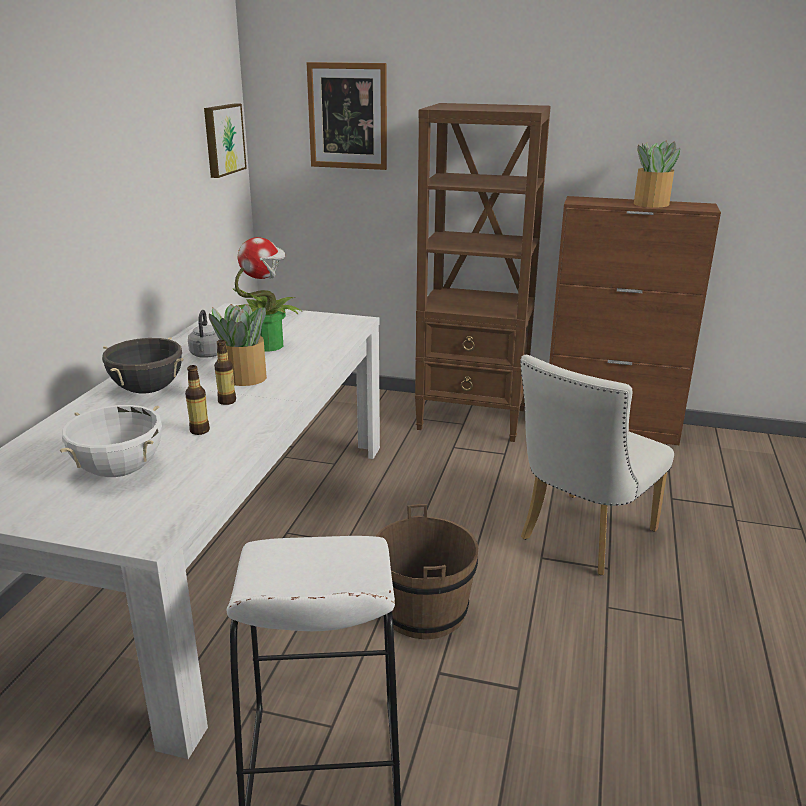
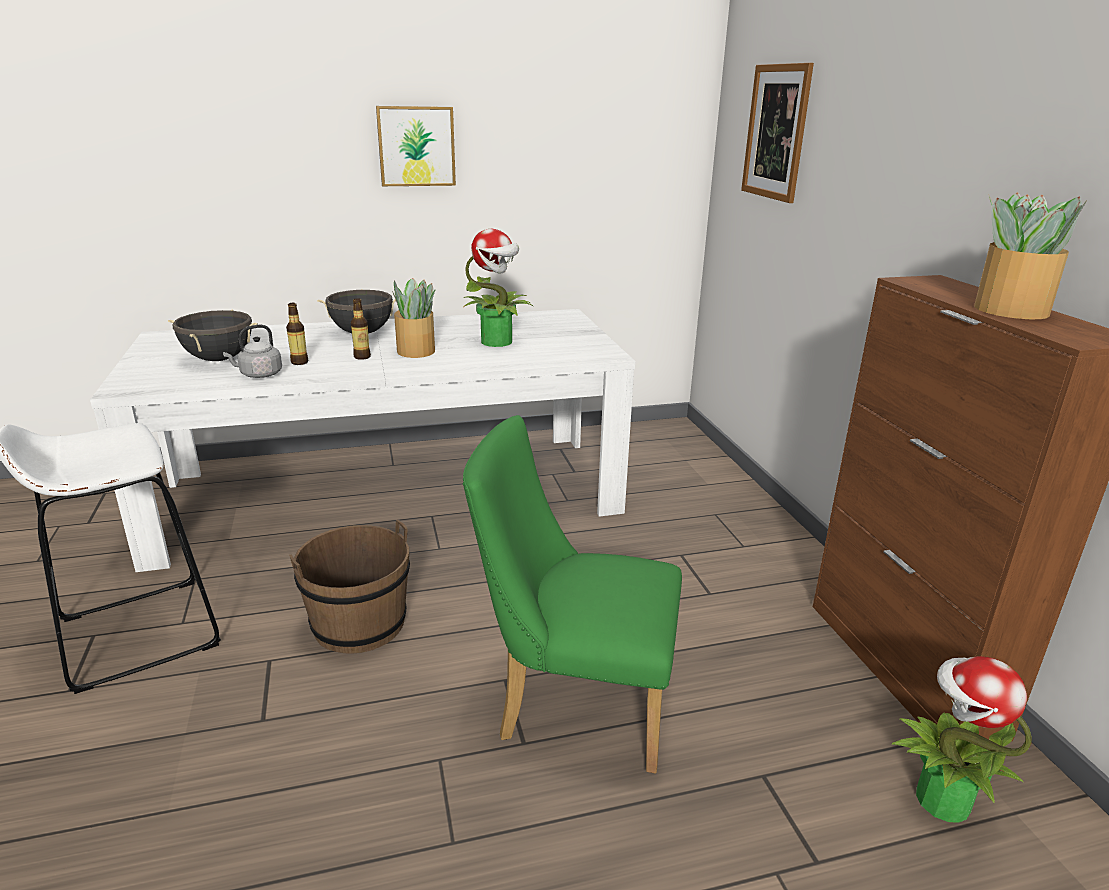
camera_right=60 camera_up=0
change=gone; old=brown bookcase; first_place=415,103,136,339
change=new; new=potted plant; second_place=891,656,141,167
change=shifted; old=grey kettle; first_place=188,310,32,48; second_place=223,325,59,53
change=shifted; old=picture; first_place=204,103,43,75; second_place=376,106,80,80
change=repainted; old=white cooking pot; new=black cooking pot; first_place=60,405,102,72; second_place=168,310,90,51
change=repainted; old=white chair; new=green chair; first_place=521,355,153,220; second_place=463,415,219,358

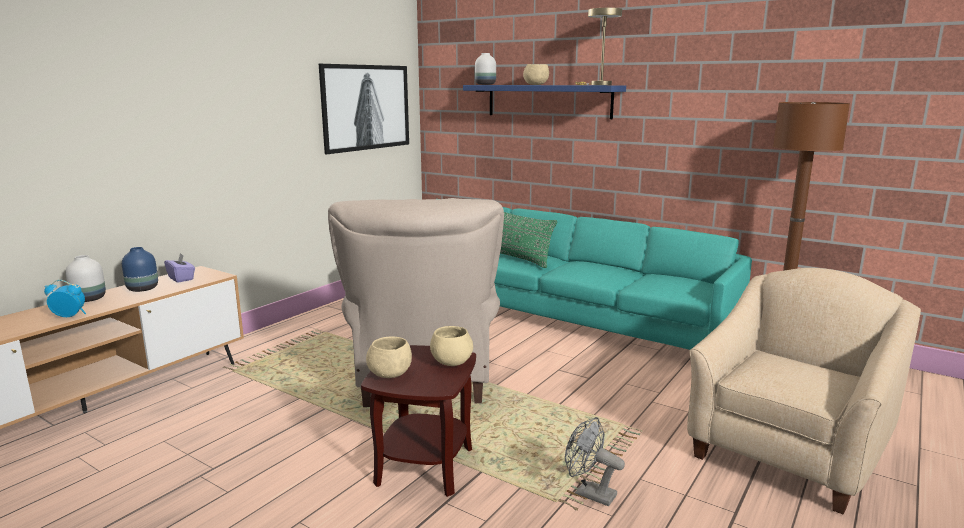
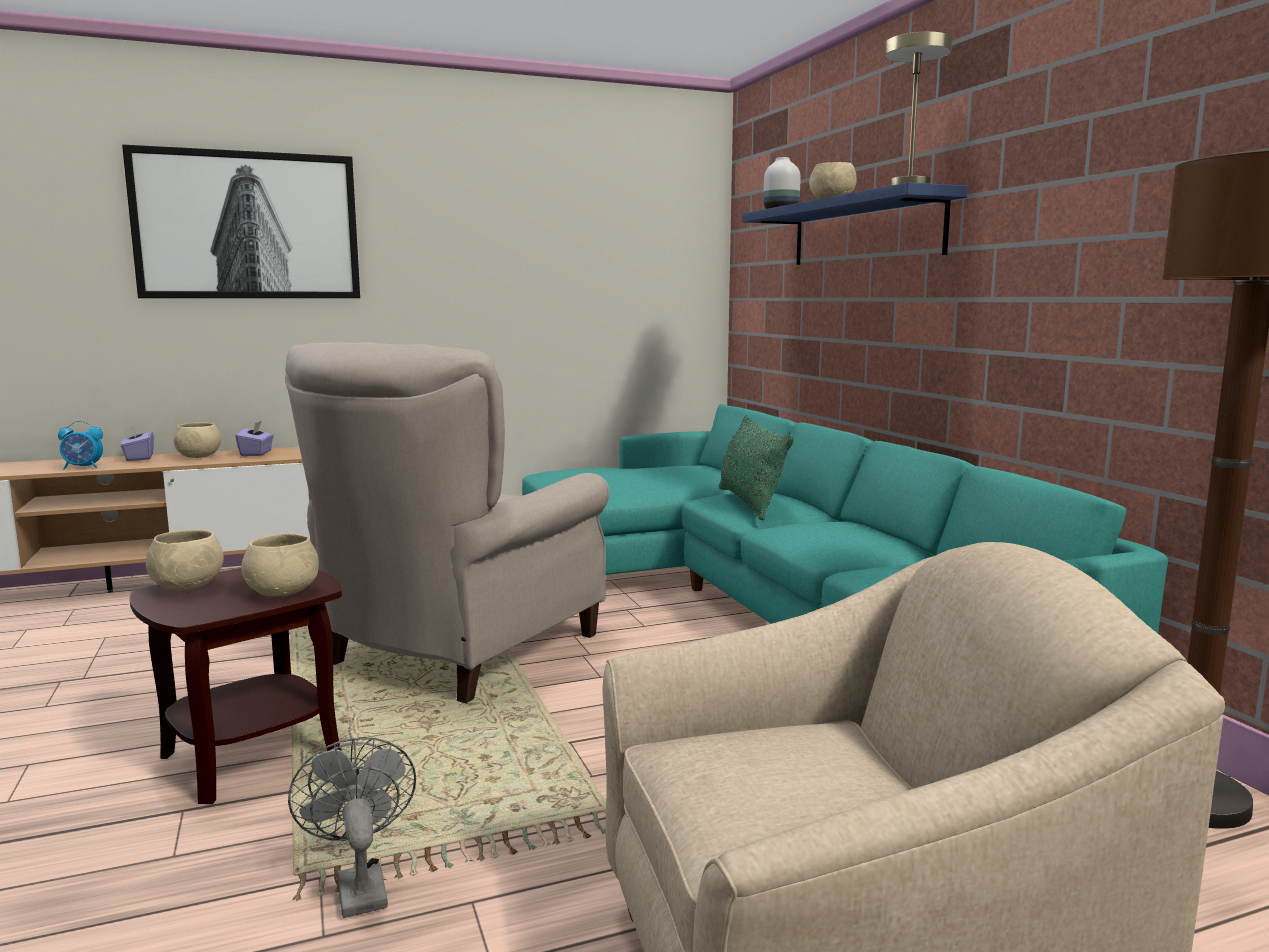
camera_right=35 camera_up=-5
change=shifted; old=picture; first_place=319,64,90,90; second_place=122,144,238,154
change=swapped; old=white vase; new=purple tissue box; first_place=66,255,40,47; second_place=120,424,34,37
change=swapped; old=blue vase; new=beige bowl; first_place=122,247,36,45; second_place=174,422,48,36
change=rotated; old=alarm clock; first_place=44,280,42,37; second_place=58,420,45,50; degrees=135

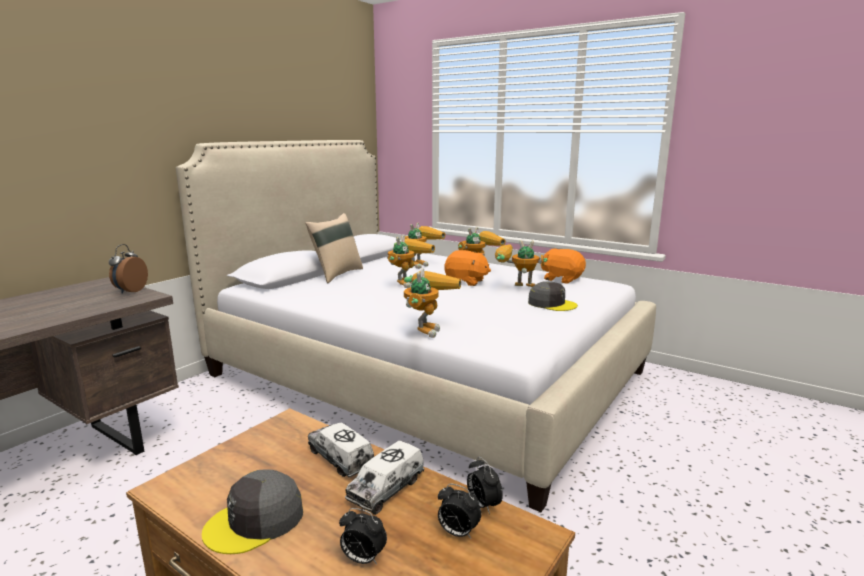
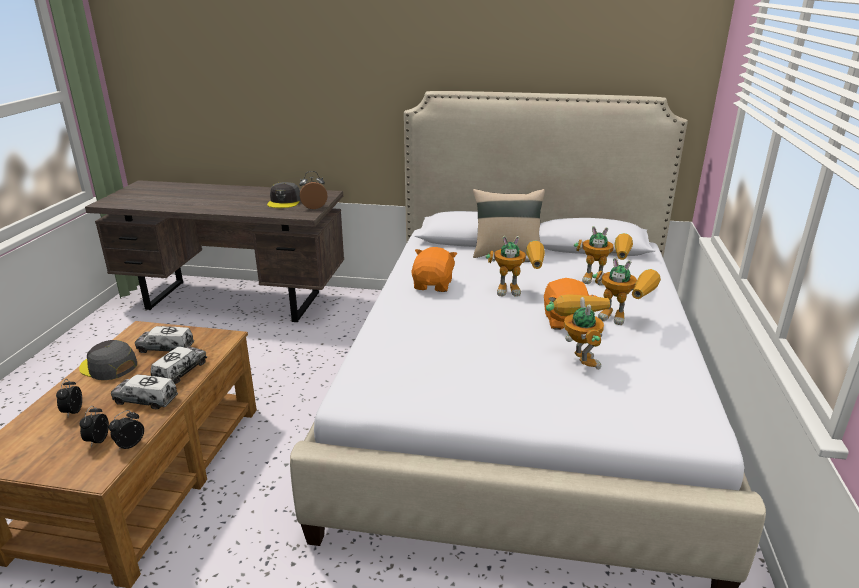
camera_right=65 camera_up=10
change=gone; old=toy robot; first_place=404,268,57,70
change=new; new=toy truck; second_place=135,326,59,27
change=shifted; old=grey cap; first_place=528,281,50,30; second_place=267,182,34,26
change=shifted; old=orange plush toy; first_place=541,249,45,35; second_place=411,247,46,45

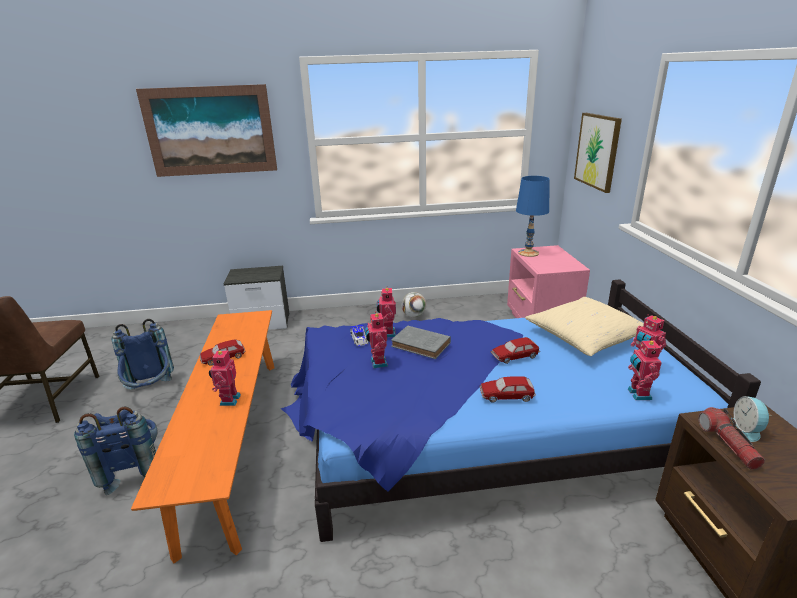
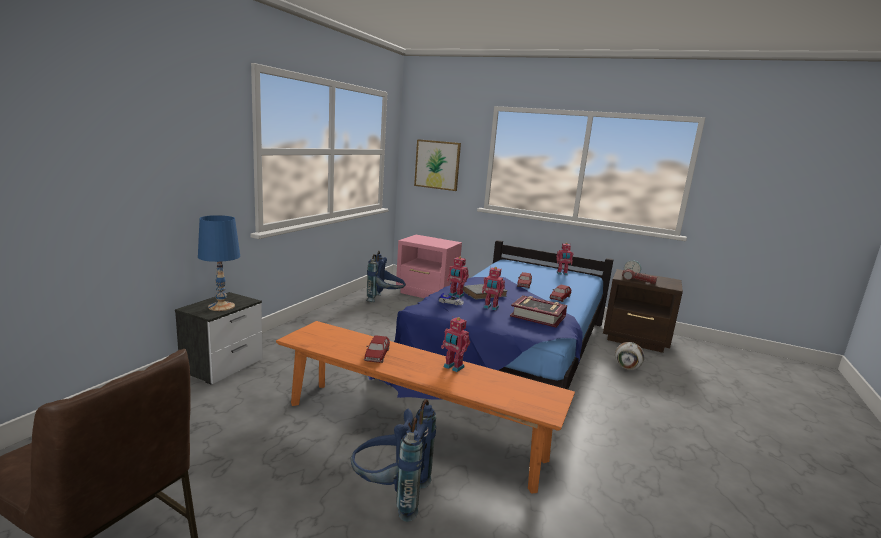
camera_right=-60 camera_up=-10
change=gone; old=picture; first_place=136,84,141,93
change=gone; old=beige pillow; first_place=525,297,119,59
change=gone; old=toy robot; first_place=628,338,34,62
change=new; new=book; second_place=510,295,57,33
change=shifted; old=blue backpack; first_place=111,319,63,71; second_place=366,250,40,52
change=shifted; old=football; first_place=401,292,26,25; second_place=615,342,30,28
change=shifted; old=blue table lamp; first_place=516,176,34,81; second_place=198,215,42,96

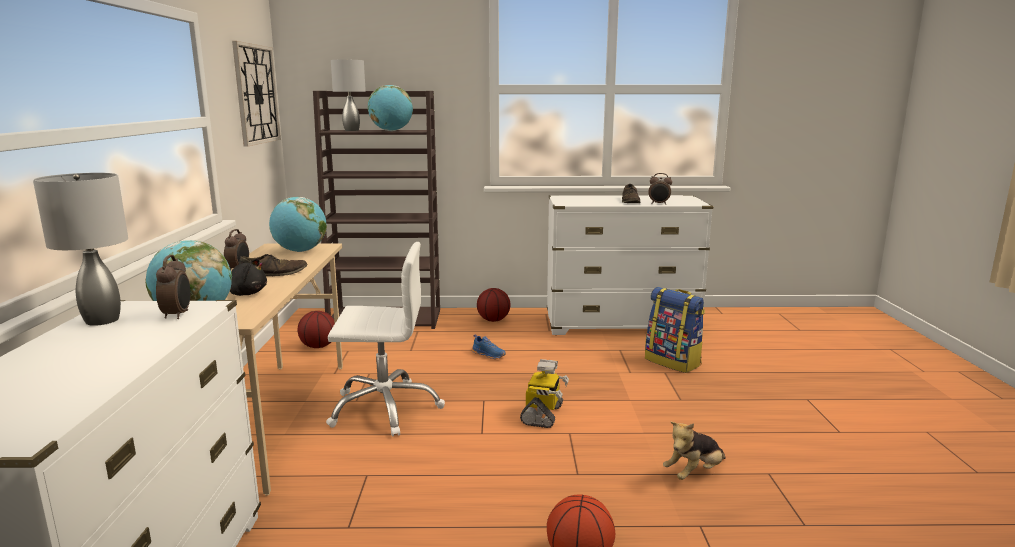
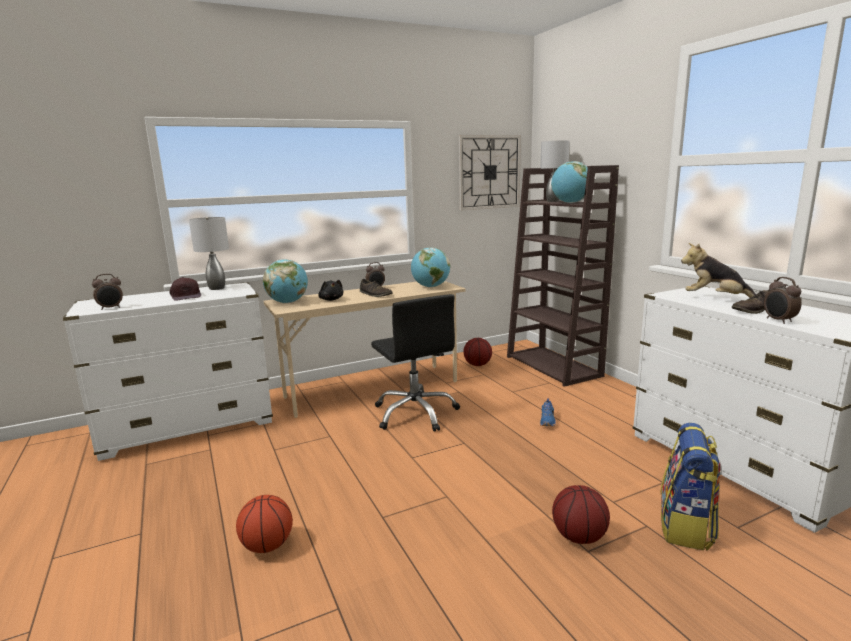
camera_right=65 camera_up=0
change=gone; old=toy robot; first_place=520,359,49,69
change=new; new=brown cap; second_place=169,277,32,24
change=shifted; old=alarm clock; first_place=156,255,35,64; second_place=92,274,31,36
change=shifted; old=basketball; first_place=477,288,33,34; second_place=552,485,58,59
change=shifted; old=plush toy; first_place=663,422,63,58; second_place=681,243,75,55
change=repainted; old=white office chair; new=black office chair; first_place=326,242,119,195; second_place=371,294,89,138

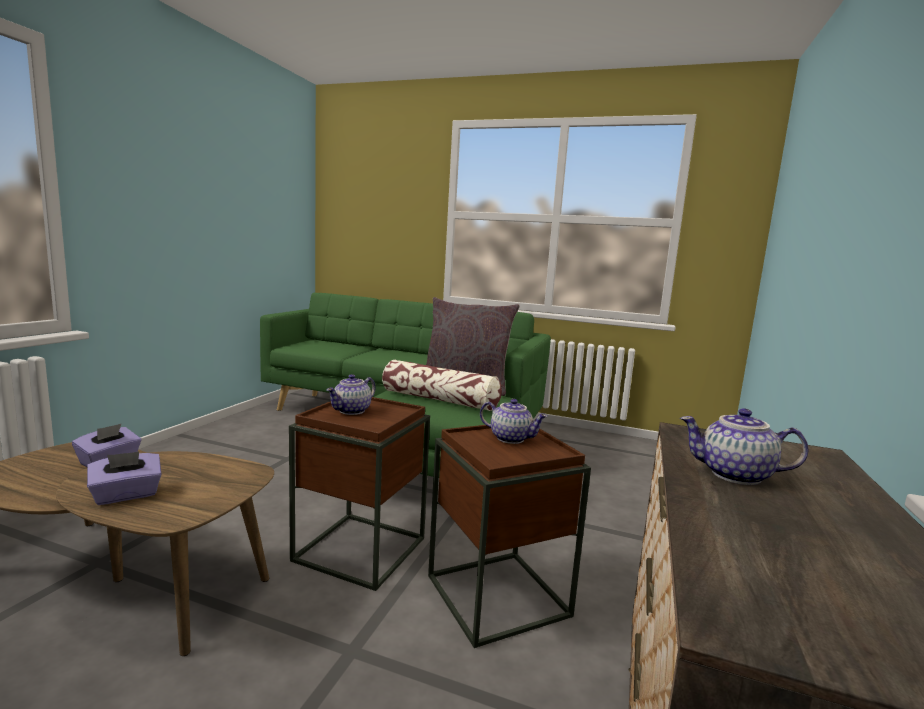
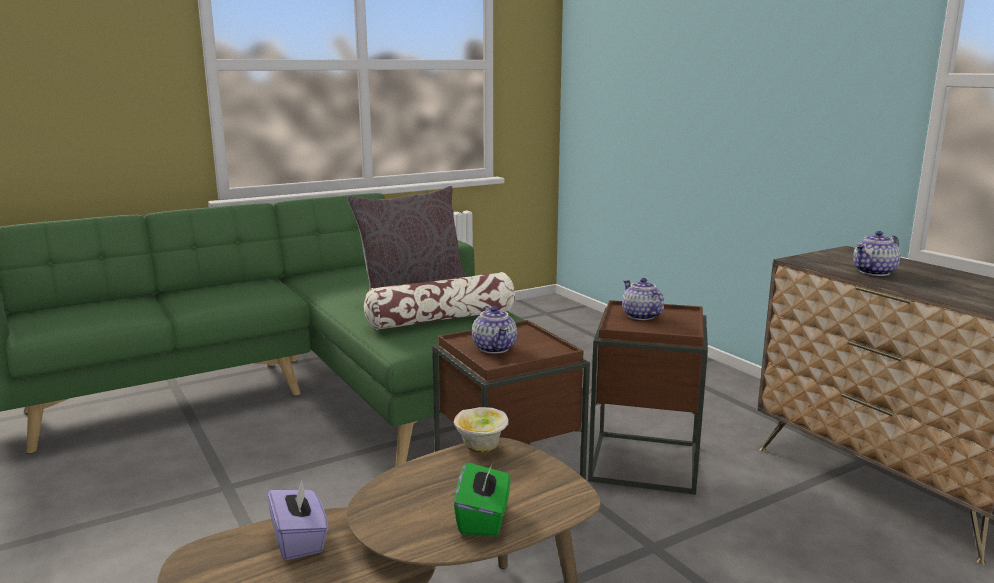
camera_right=-50 camera_up=5
change=new; new=bowl; second_place=453,407,56,46
change=repainted; old=purple tissue box; new=green tissue box; first_place=87,451,75,54; second_place=454,458,57,78
change=rotated; old=teapot; first_place=480,399,68,45; second_place=622,278,42,42; degrees=-90

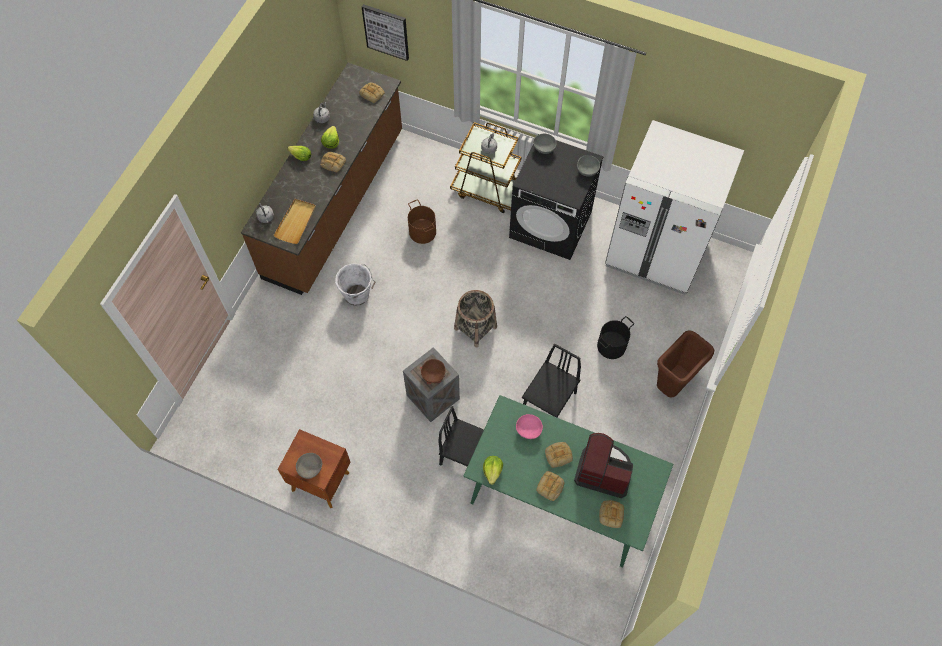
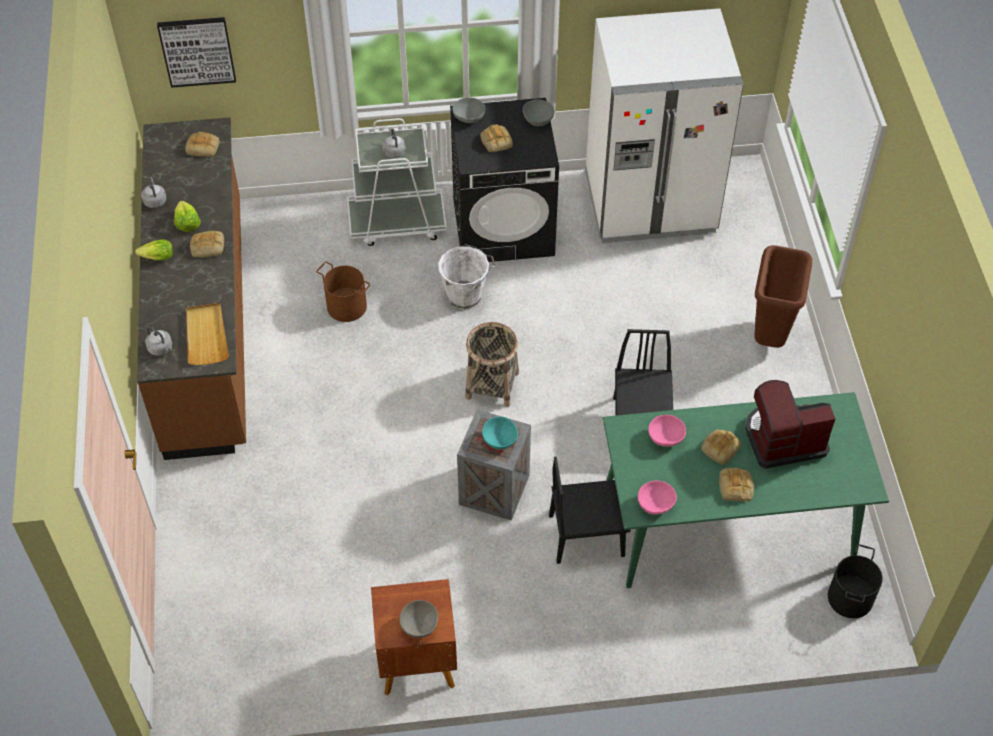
camera_right=-30 camera_up=-10
change=shifted; old=white bucket; first_place=335,263,40,43; second_place=438,244,57,65
change=shifted; old=black bucket; first_place=597,316,37,43; second_place=828,544,55,74
change=shifted; old=bread; first_place=599,500,25,28; second_place=480,125,33,27
change=swapped; old=lettuce; new=pink bowl; first_place=483,456,20,29; second_place=638,481,39,34
change=repainted; old=brown bowl; new=turquoise bowl; first_place=421,359,24,24; second_place=482,417,36,32
change=repainted; old=brown cart; new=white cart; first_place=450,122,71,91; second_place=347,118,100,128

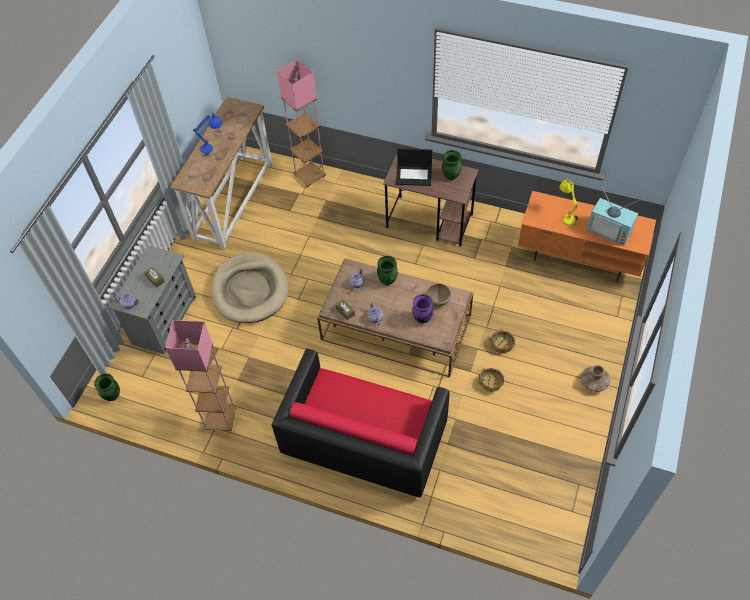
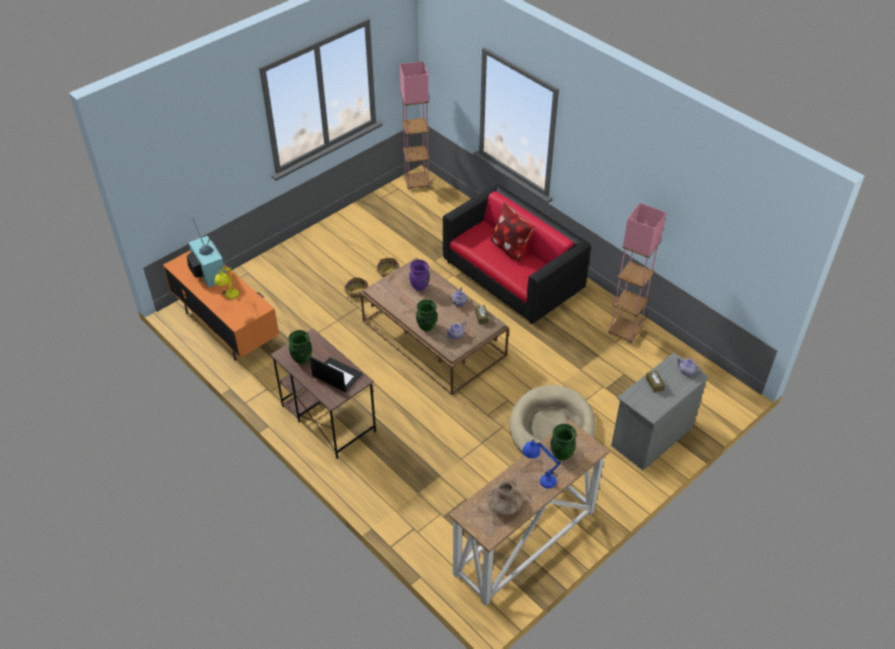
camera_right=-155 camera_up=-10
change=gone; old=brown bowl; first_place=426,283,25,23
change=new; new=pillow; second_place=490,201,44,60
change=shifted; old=green vase; first_place=94,373,26,28; second_place=550,424,26,36
change=shifted; old=pink floor lamp; first_place=277,59,49,129; second_place=400,61,30,130
change=shifted; old=brown vase; first_place=581,365,29,27; second_place=487,481,36,34

